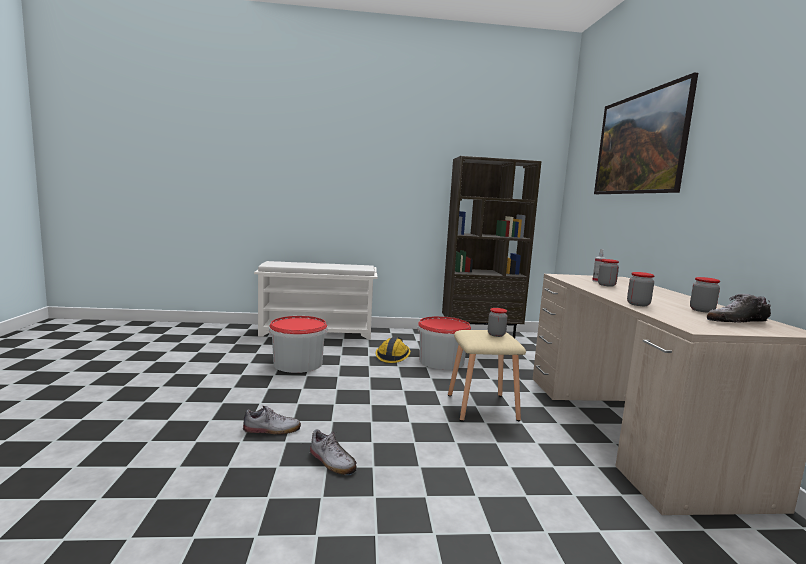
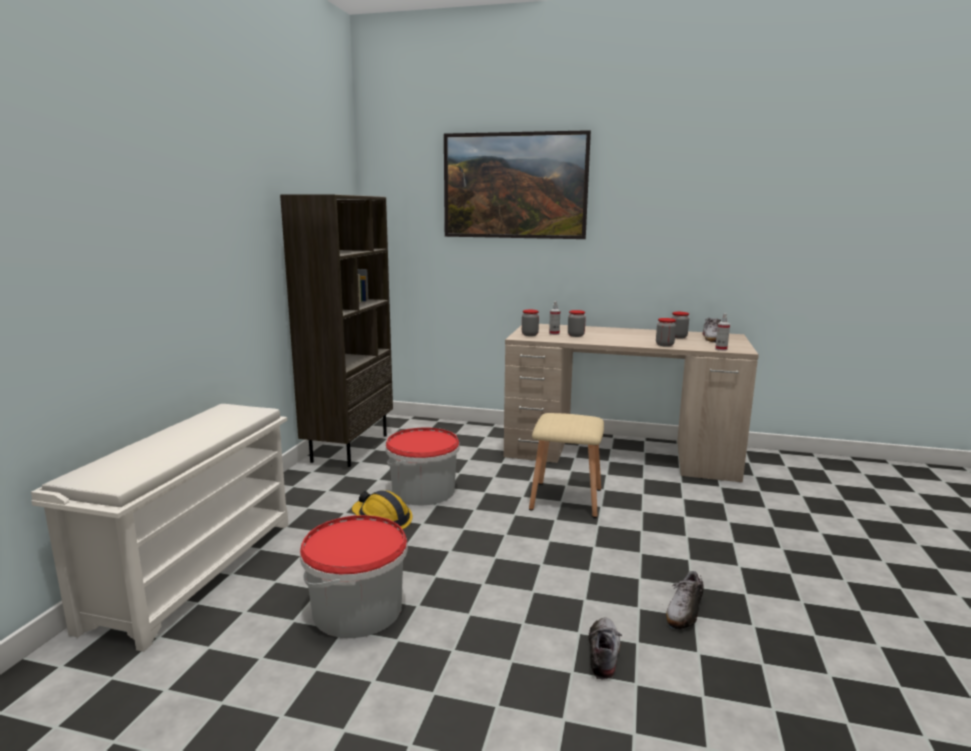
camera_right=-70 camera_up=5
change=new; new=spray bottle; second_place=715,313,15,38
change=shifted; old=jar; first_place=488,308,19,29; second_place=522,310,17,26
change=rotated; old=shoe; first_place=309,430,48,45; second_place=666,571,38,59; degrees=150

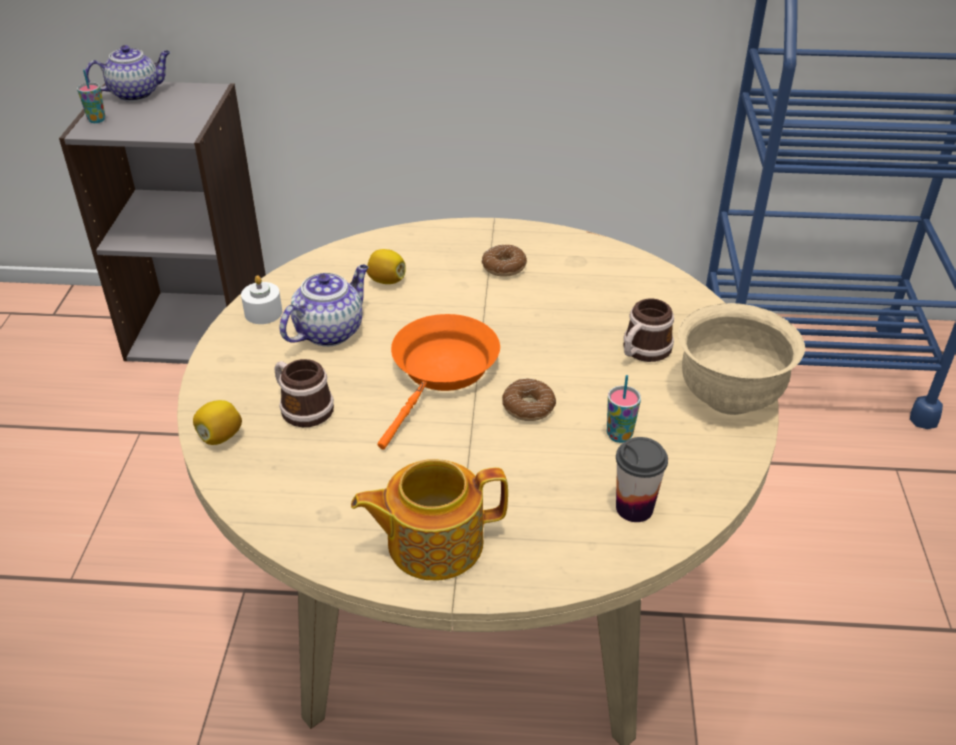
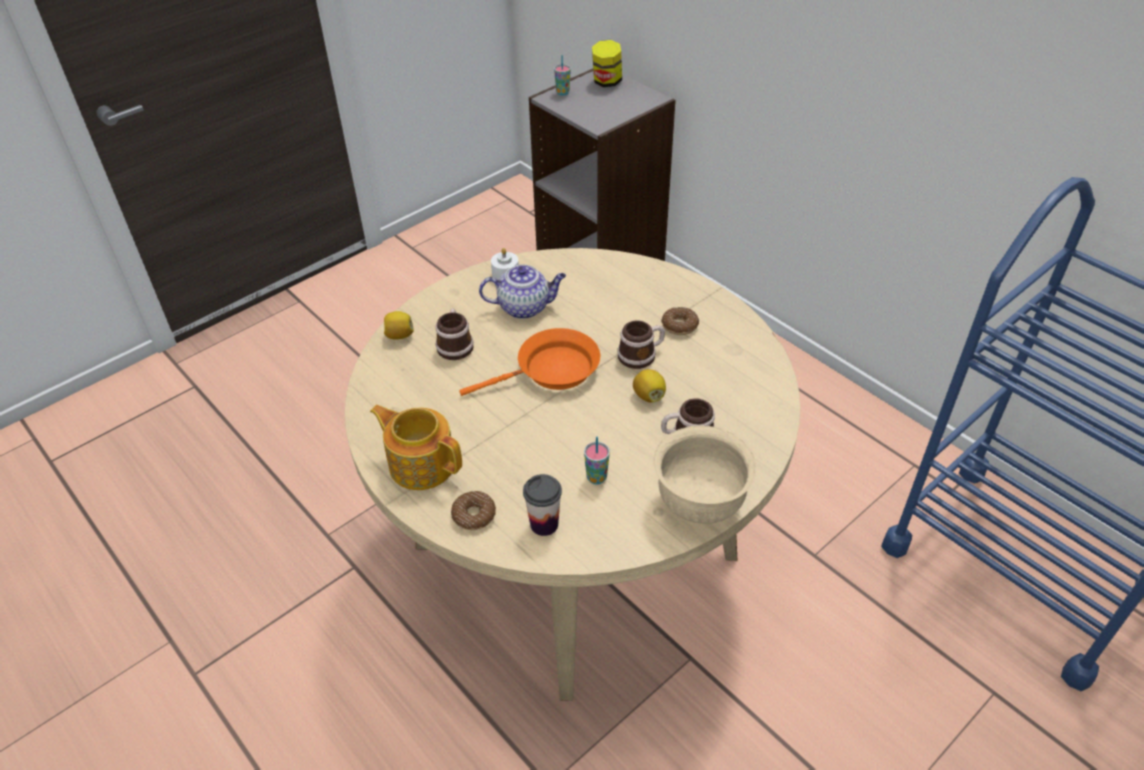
camera_right=45 camera_up=5
change=new; new=mug; second_place=617,321,48,48
change=shifted; old=lemon; first_place=366,249,40,35; second_place=633,369,33,33
change=shifted; old=donut; first_place=502,379,54,42; second_place=451,491,45,39
change=swapped; old=teapot; new=jar; first_place=85,45,86,57; second_place=592,40,30,47

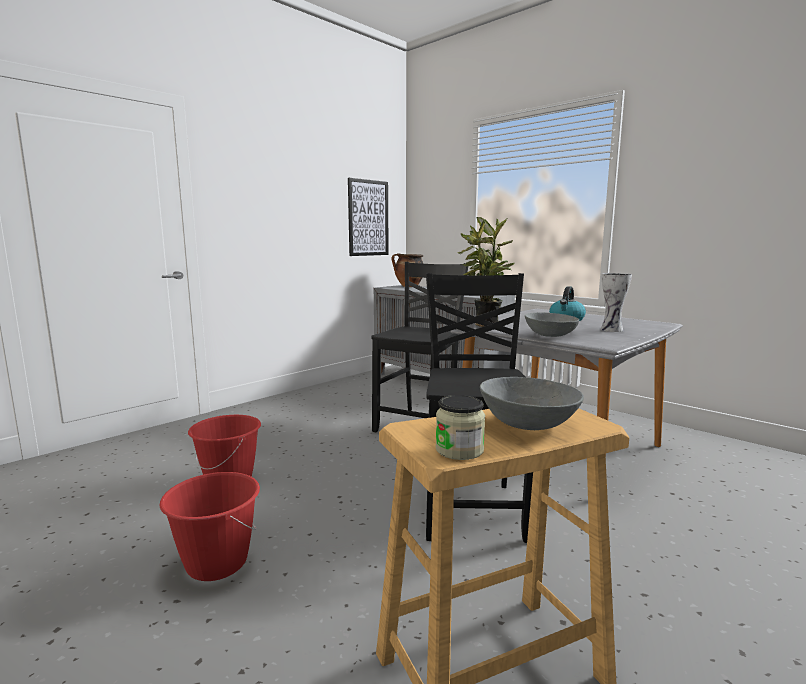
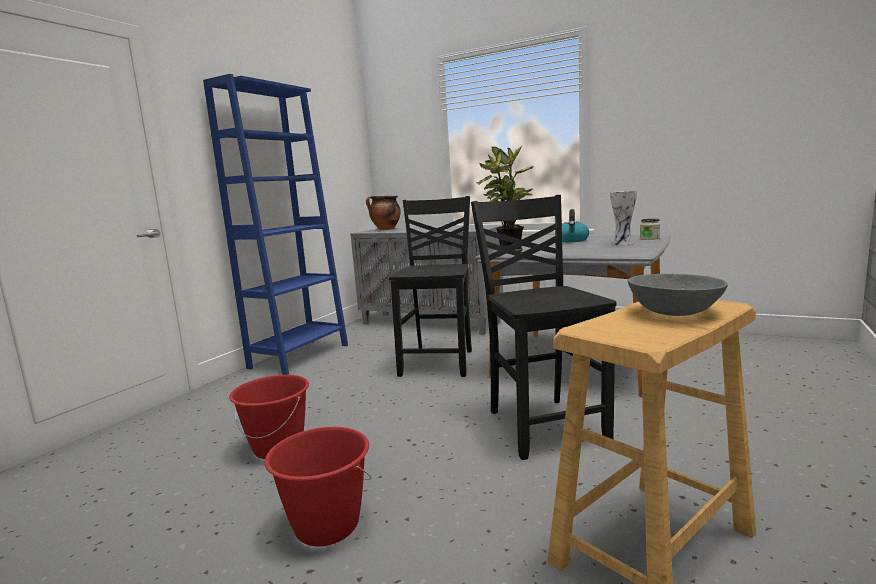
camera_right=-15 camera_up=0
change=gone; old=picture; first_place=348,178,41,78
change=gone; old=grey bowl; first_place=525,312,54,25
change=new; new=blue bookcase; second_place=203,74,145,301
change=shifted; old=jar; first_place=436,395,49,65; second_place=640,218,20,22

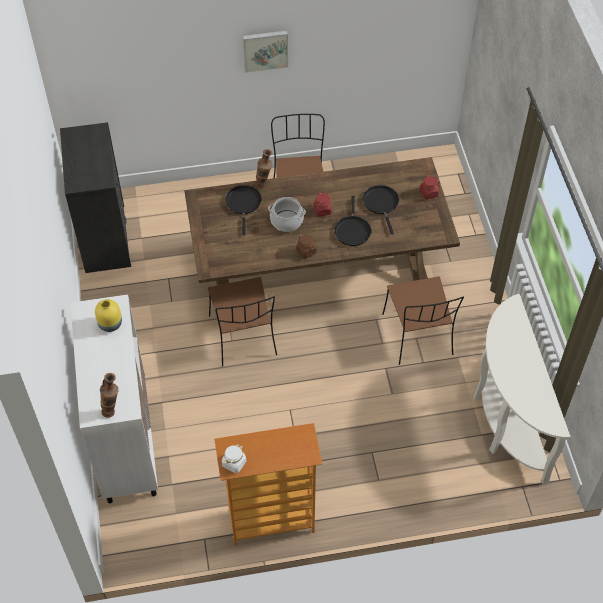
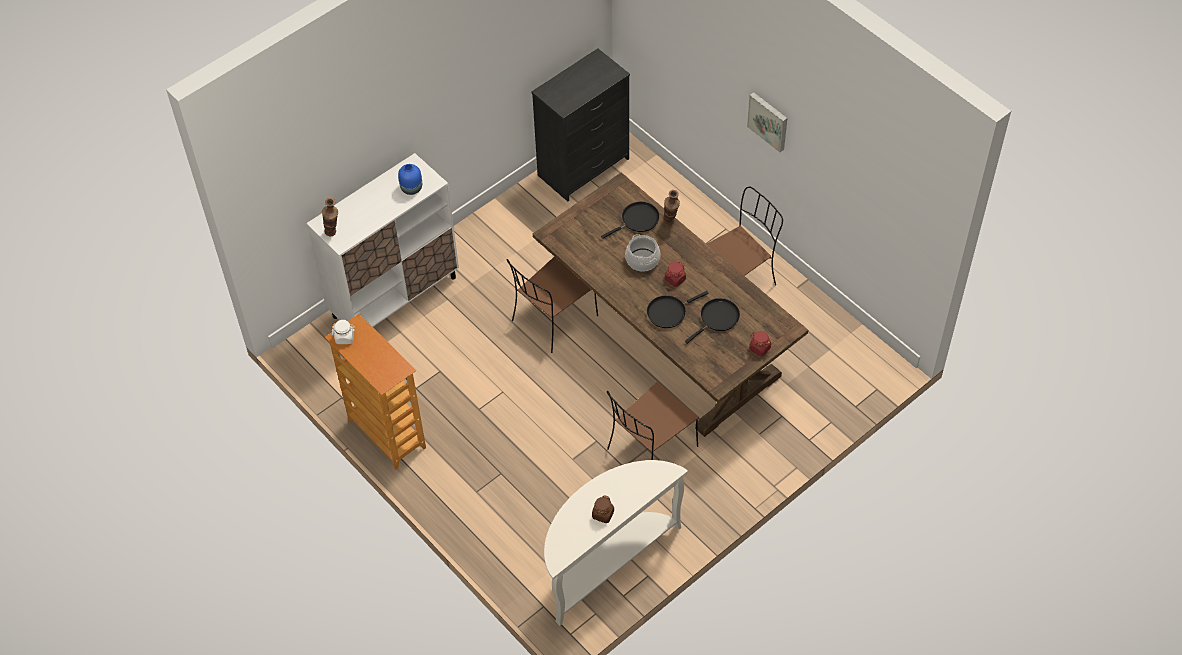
camera_right=60 camera_up=0
change=shifted; old=brown jar; first_place=296,233,21,26; second_place=592,495,22,28
change=repainted; old=yellow vase; new=blue vase; first_place=95,299,27,33; second_place=398,164,24,31

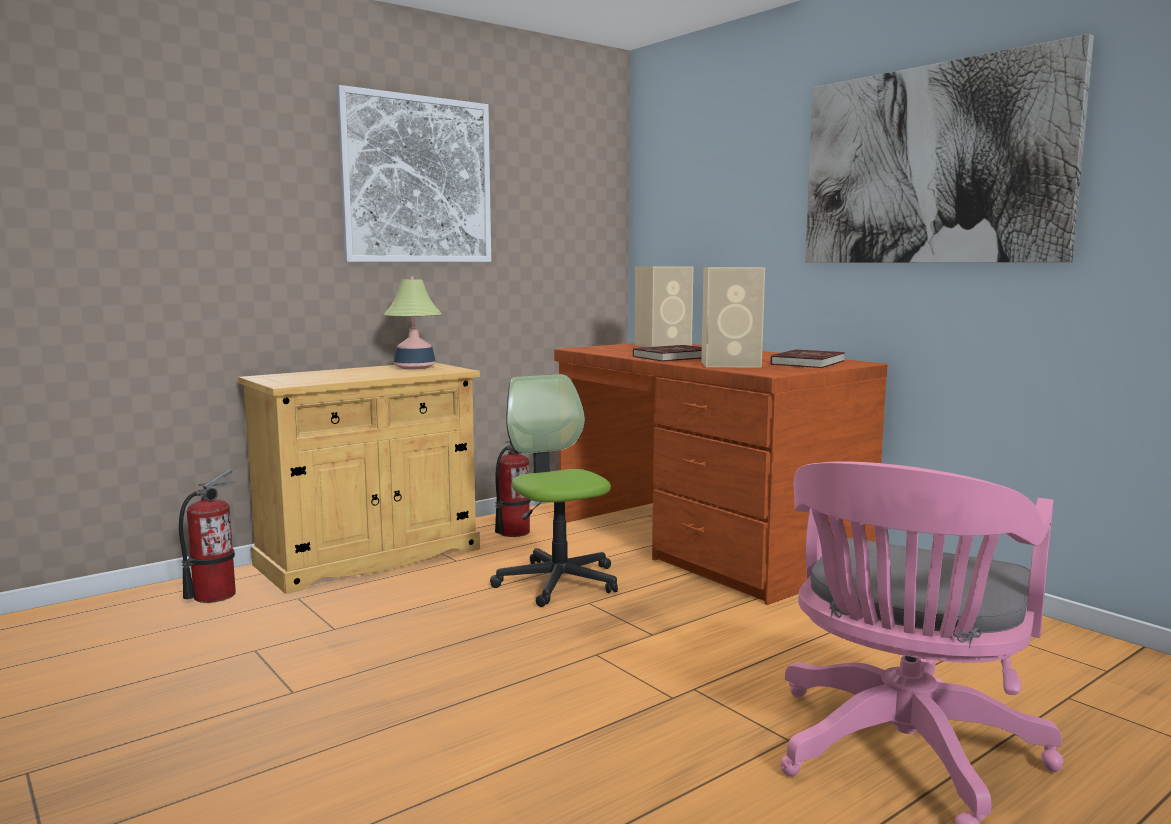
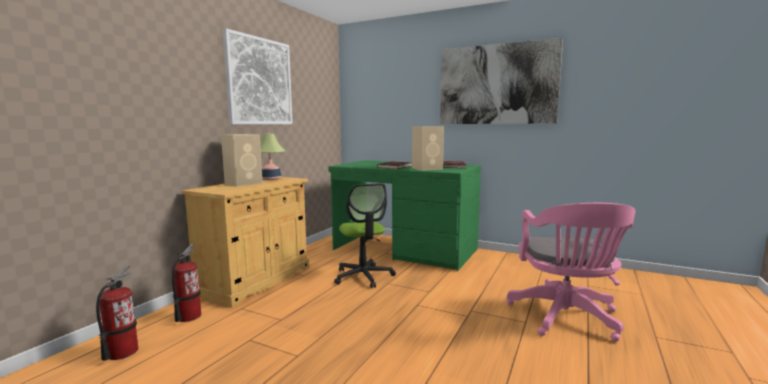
camera_right=-25 camera_up=0
change=shifted; old=fire extinguisher; first_place=495,441,36,96; second_place=96,265,42,96
change=shifted; old=beige speaker; first_place=634,266,59,81; second_place=221,134,41,53
change=repainted; old=brown desk; new=green desk; first_place=554,343,334,262; second_place=329,160,152,111
change=rotated; old=office chair; first_place=490,374,128,233; second_place=334,183,62,105; degrees=-150

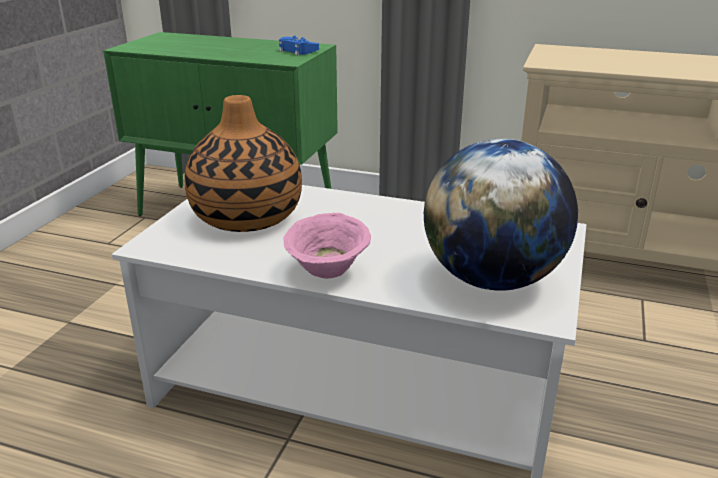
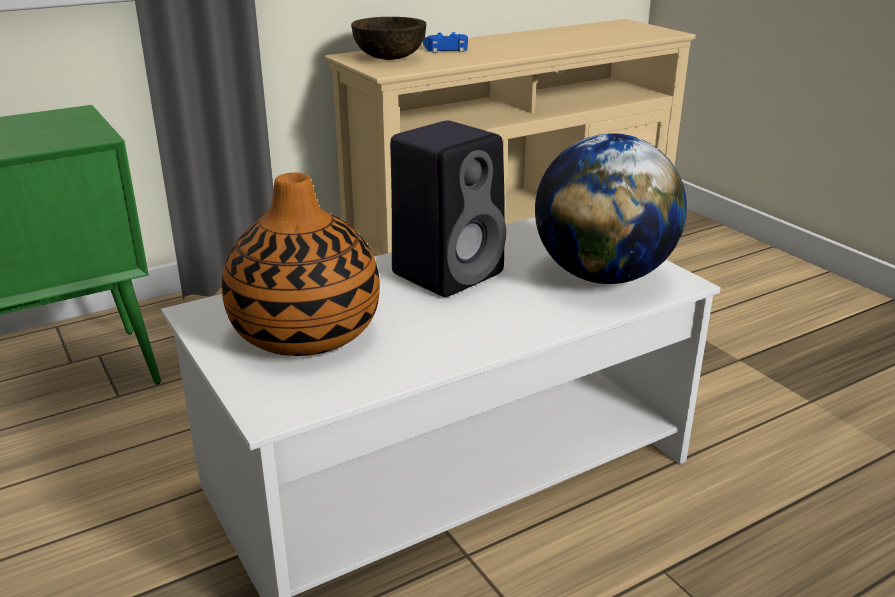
camera_right=-50 camera_up=0
change=gone; old=pink bowl; first_place=283,213,88,66
change=new; new=brown bowl; second_place=351,17,75,43
change=new; new=black speaker; second_place=390,121,116,176
change=shifted; old=blue game controller; first_place=279,36,40,19; second_place=423,32,45,21

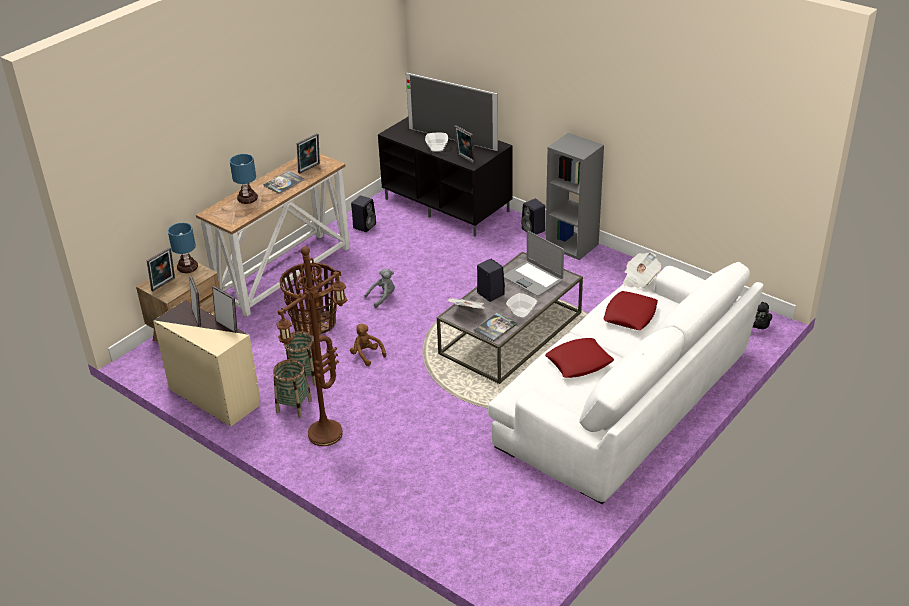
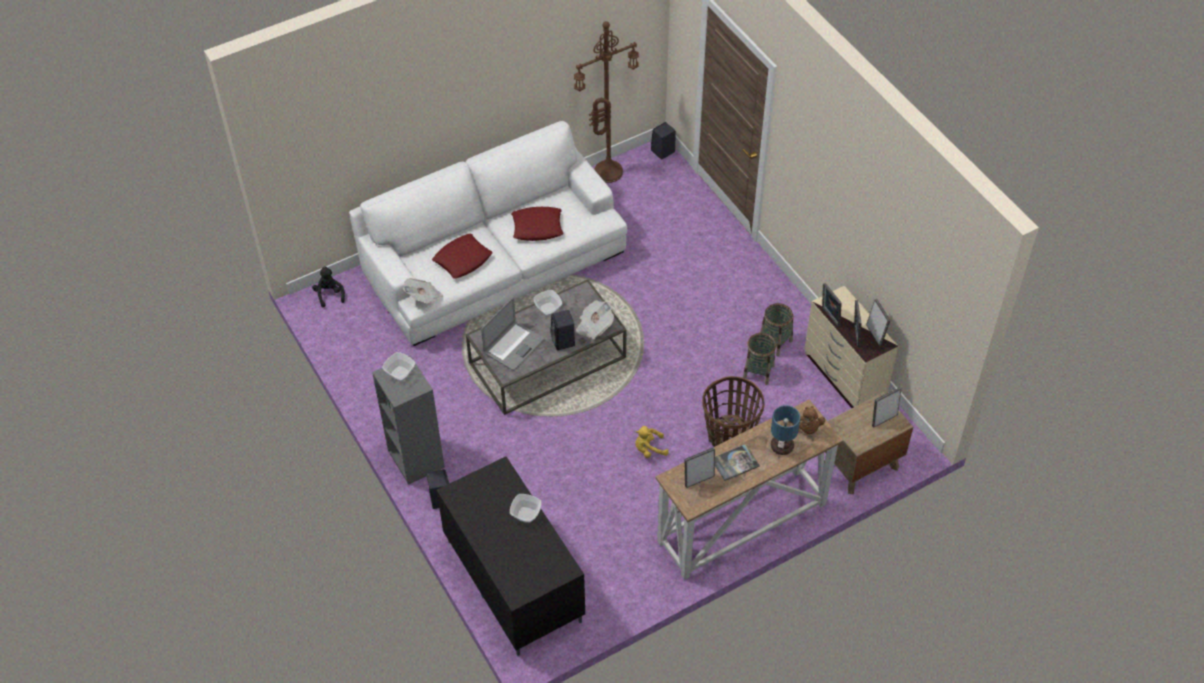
camera_right=-160 camera_up=15
change=gone; old=table lamp; first_place=168,223,30,50
change=gone; old=television; first_place=406,72,92,79
change=gone; old=book; first_place=474,313,43,28
change=new; new=bowl; second_place=382,352,33,29
change=shifted; old=brown floor lamp; first_place=276,246,72,200; second_place=574,21,65,162
change=shifted; old=brown plush toy; first_place=350,324,36,42; second_place=789,406,36,28
change=shifted; old=black speaker; first_place=351,195,25,37; second_place=651,122,25,38
change=shifted; old=picture frame; first_place=454,125,22,39; second_place=866,299,24,47
change=repainted; old=grey plush toy; new=yellow plush toy; first_place=365,268,30,40; second_place=635,426,33,32
change=rotated; old=laptop; first_place=504,231,60,65; second_place=481,298,63,72; degrees=60

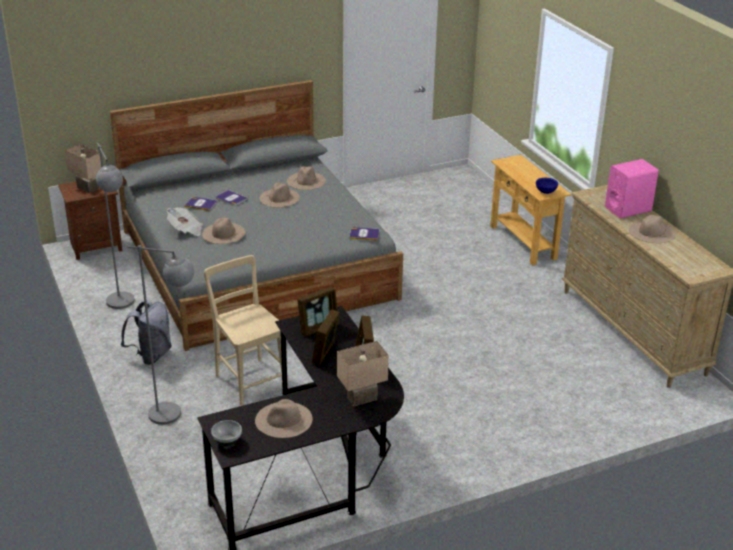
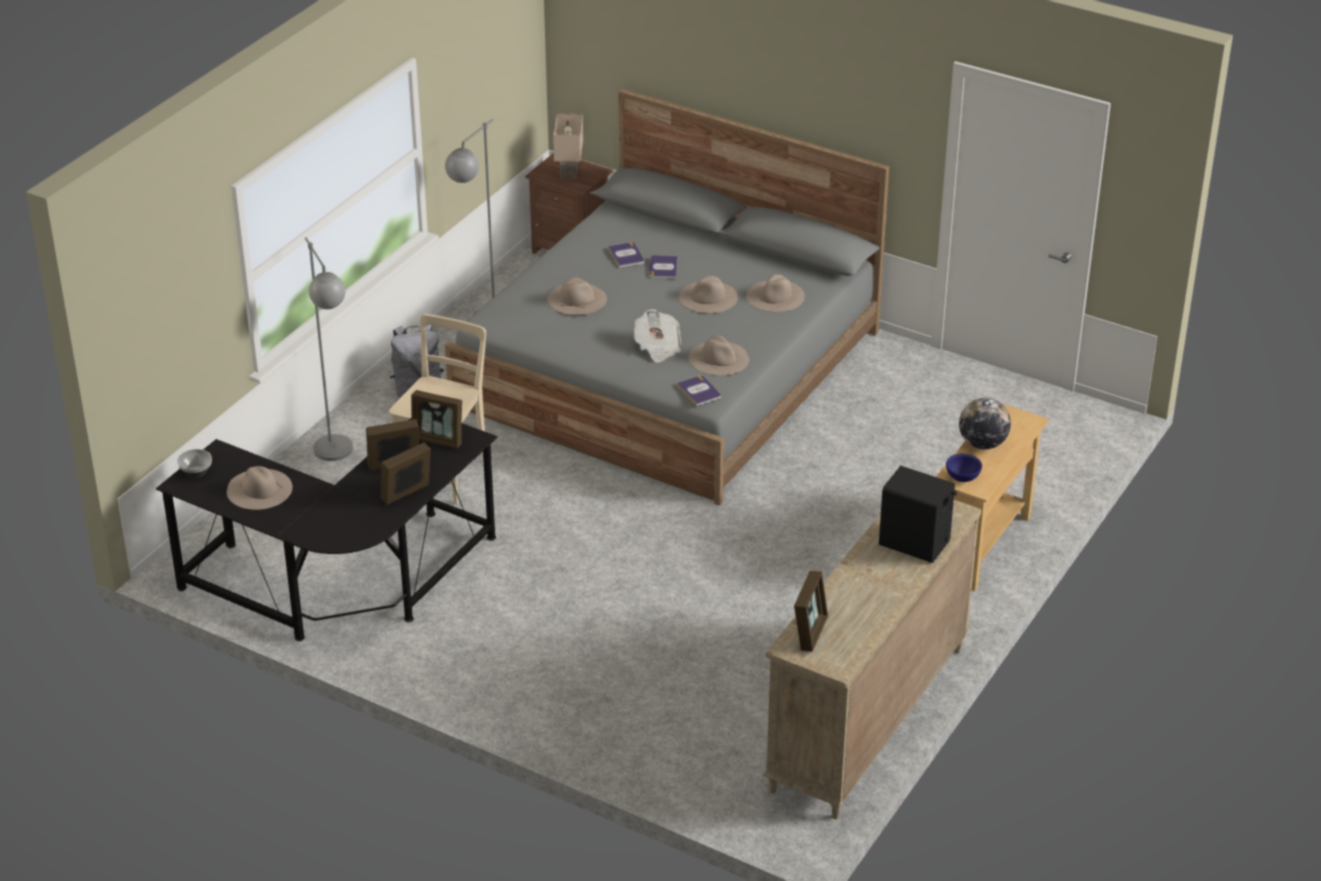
camera_right=55 camera_up=5
change=gone; old=beige table lamp; first_place=337,341,52,65
change=new; new=picture frame; second_place=794,571,34,81
change=new; new=globe; second_place=959,398,52,51
change=shifted; old=newspaper; first_place=167,207,36,29; second_place=634,309,47,54
change=shifted; old=beige hat; first_place=629,215,47,28; second_place=689,336,60,40
change=repainted; old=pink speaker; new=black speaker; first_place=605,159,54,59; second_place=879,466,78,97

